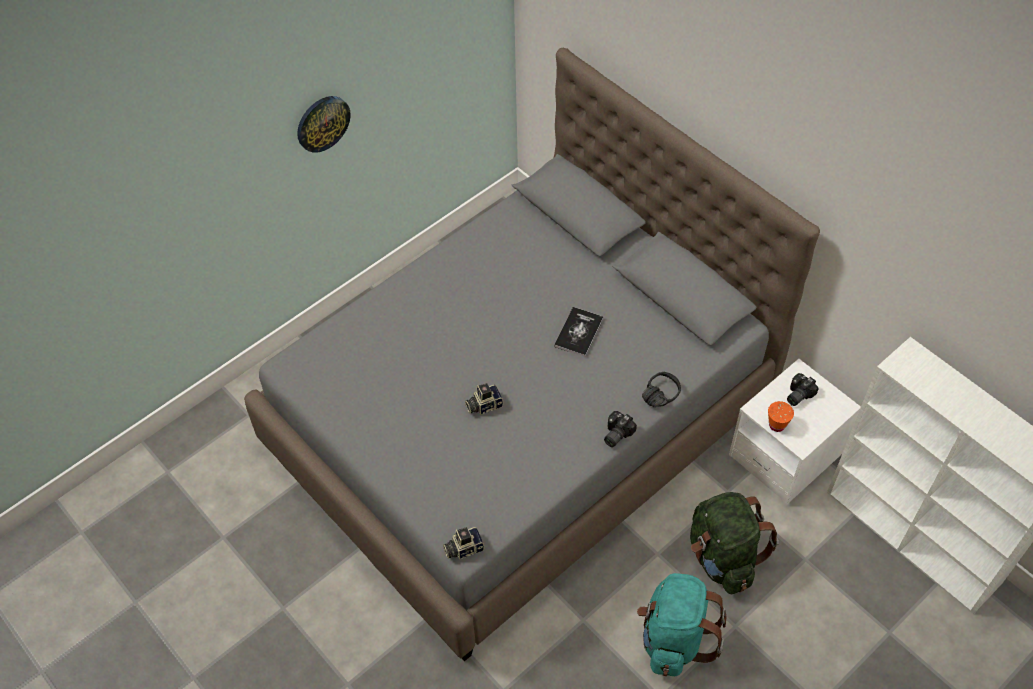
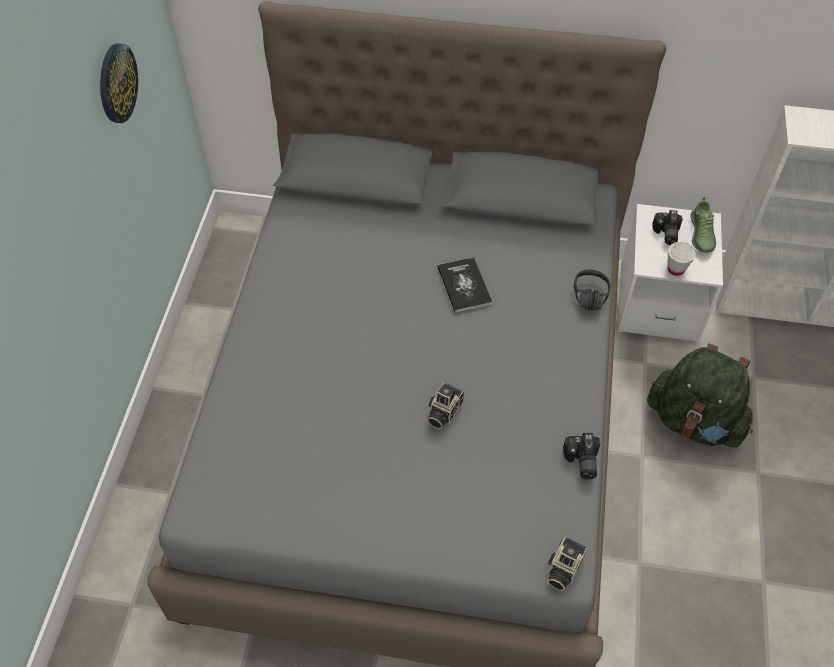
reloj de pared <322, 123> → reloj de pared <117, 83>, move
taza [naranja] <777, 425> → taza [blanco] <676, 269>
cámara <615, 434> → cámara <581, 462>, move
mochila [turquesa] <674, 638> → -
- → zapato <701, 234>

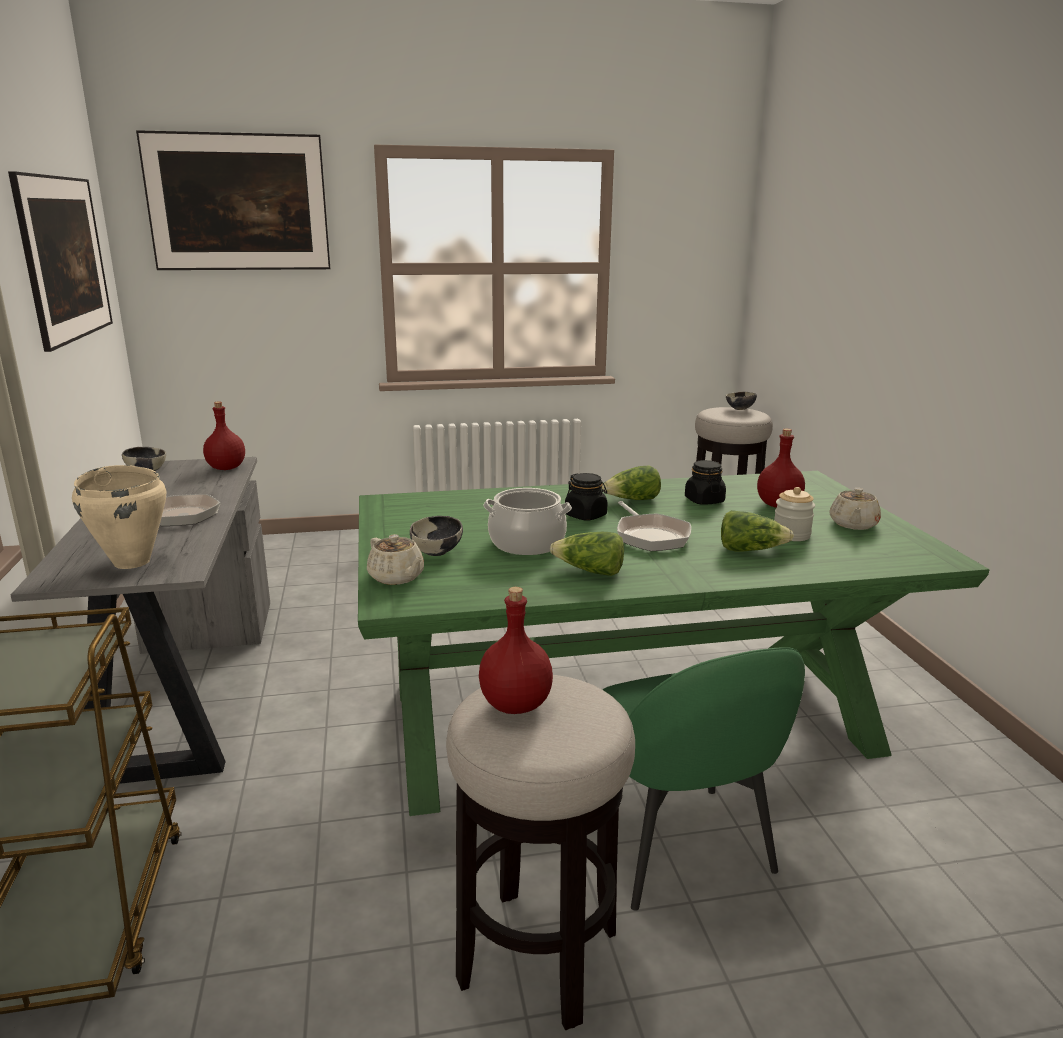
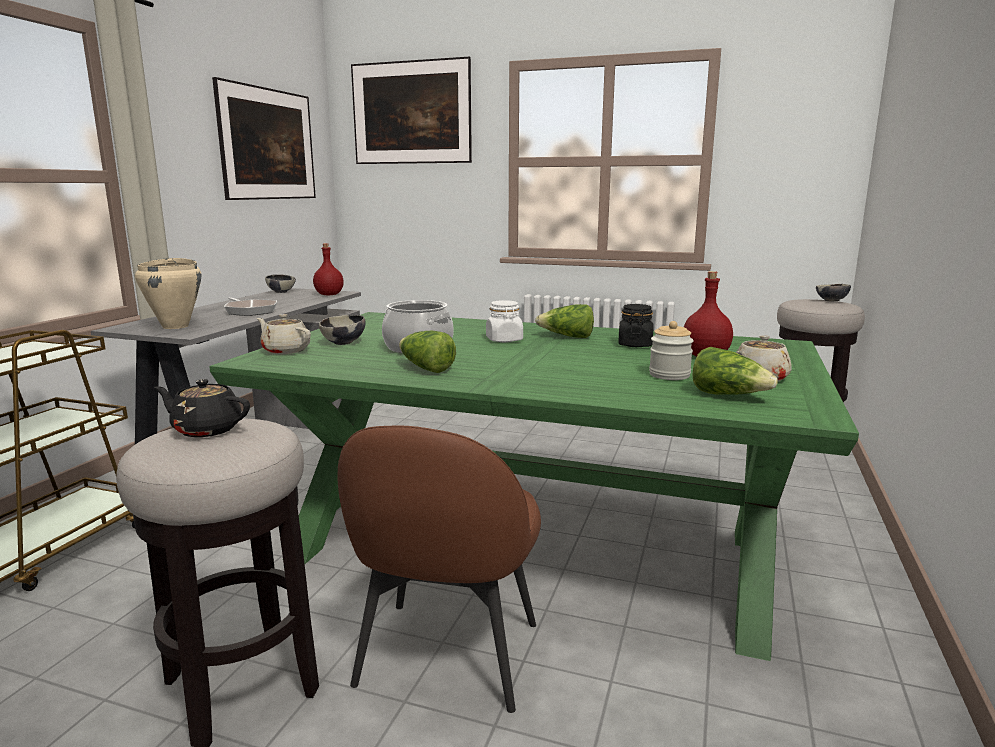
tarro [negro] <586, 515> → tarro [blanco] <504, 340>
sartén <650, 536> → -
lechuga <750, 550> → lechuga <728, 395>, move
tetera [beis] <397, 577> → tetera [beis] <285, 350>, 135 degrees clockwise
botella [rojo] <515, 704> → tetera [negro] <206, 429>
silla [verde] <679, 849> → silla [marrón] <447, 657>

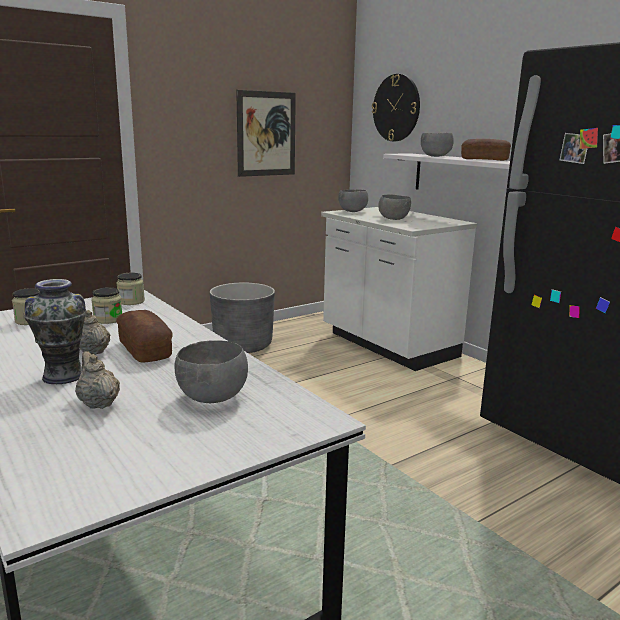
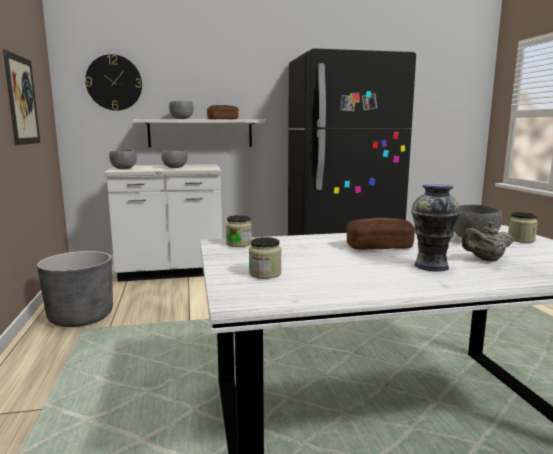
tarro <108, 319> → tarro <521, 240>, move
tetera [beis] <93, 351> → -

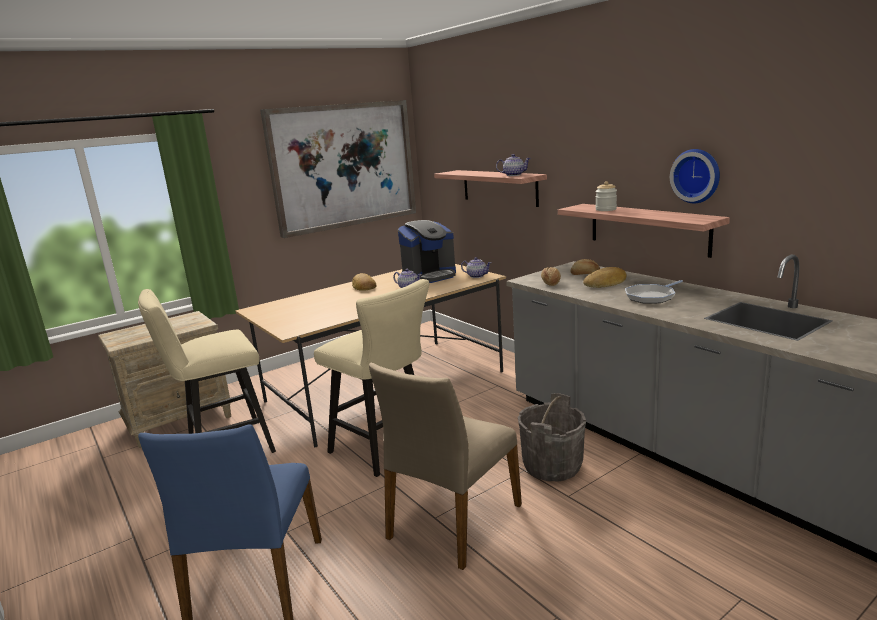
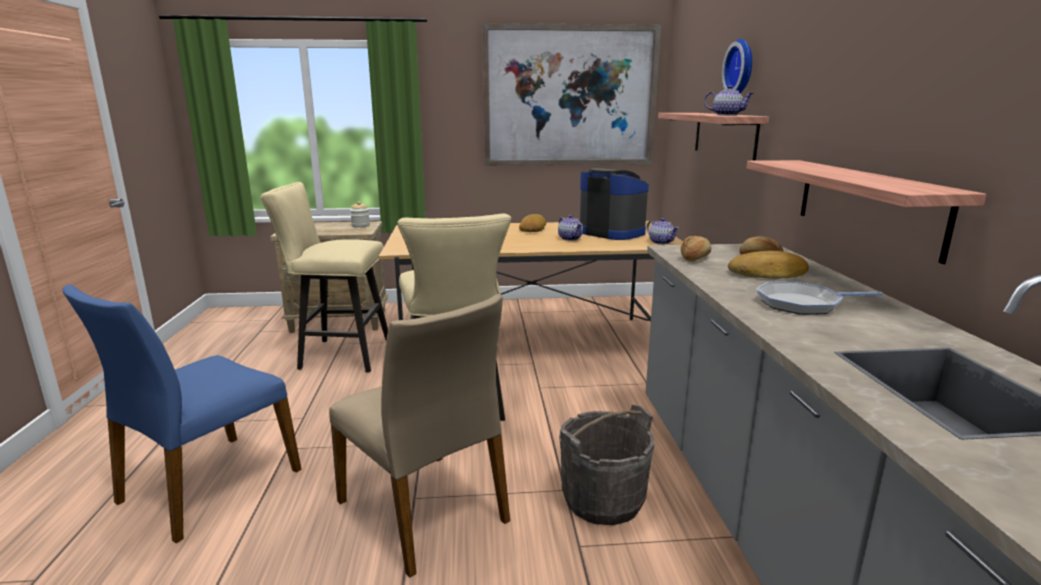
reloj de pared <697, 175> → reloj de pared <741, 68>, move
tarro <606, 209> → tarro <360, 225>, move
cafetera <430, 276> → cafetera <612, 232>, 135 degrees counterclockwise
silla [beis] <452, 521> → silla [beis] <425, 510>, 105 degrees counterclockwise

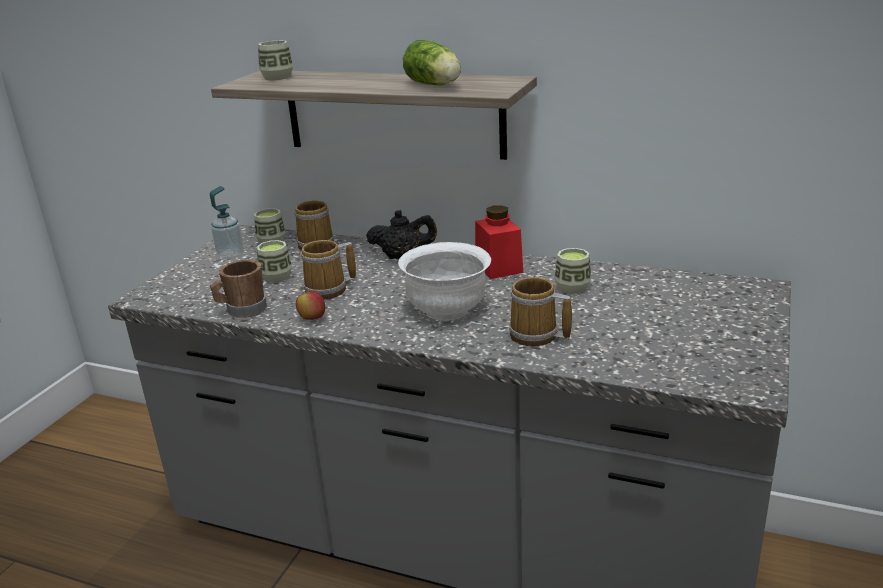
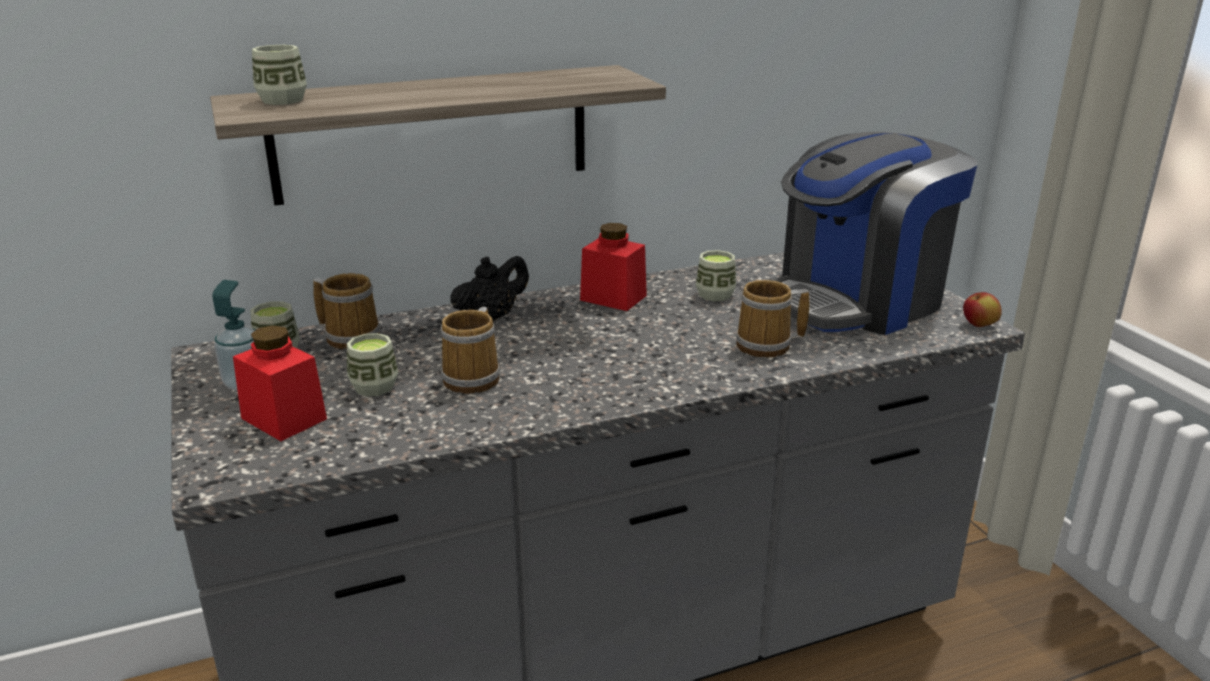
lechuga <435, 85> → -
cuenco [blanco] <447, 311> → -
taza grande [marrón] <242, 310> → -
manzana <312, 319> → manzana <979, 325>, move
- → cafetera <857, 300>
- → tarro [rojo] <284, 418>

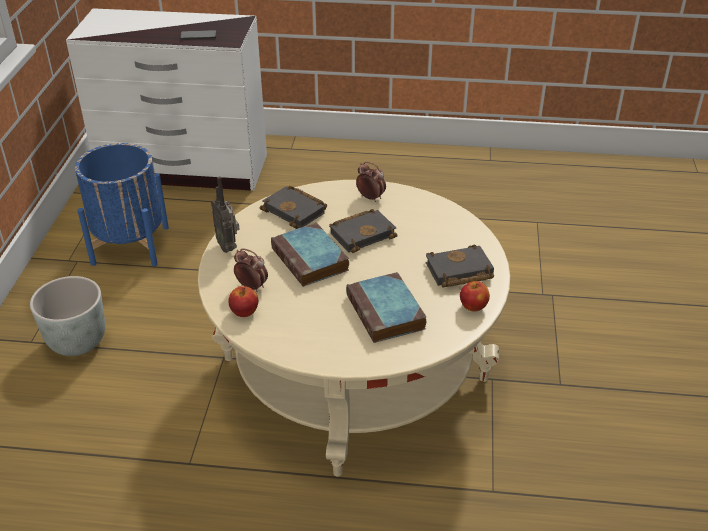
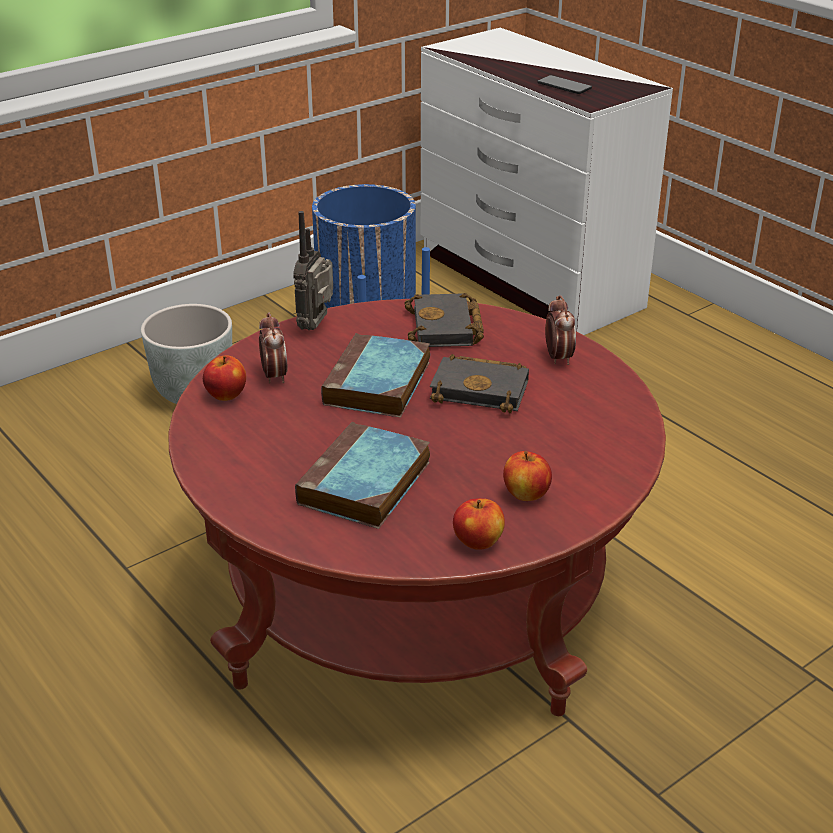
mesa de centro [beis] <354, 368> → mesa de centro [rojo] <416, 590>
libro [negro] <458, 272> → manzana <526, 494>

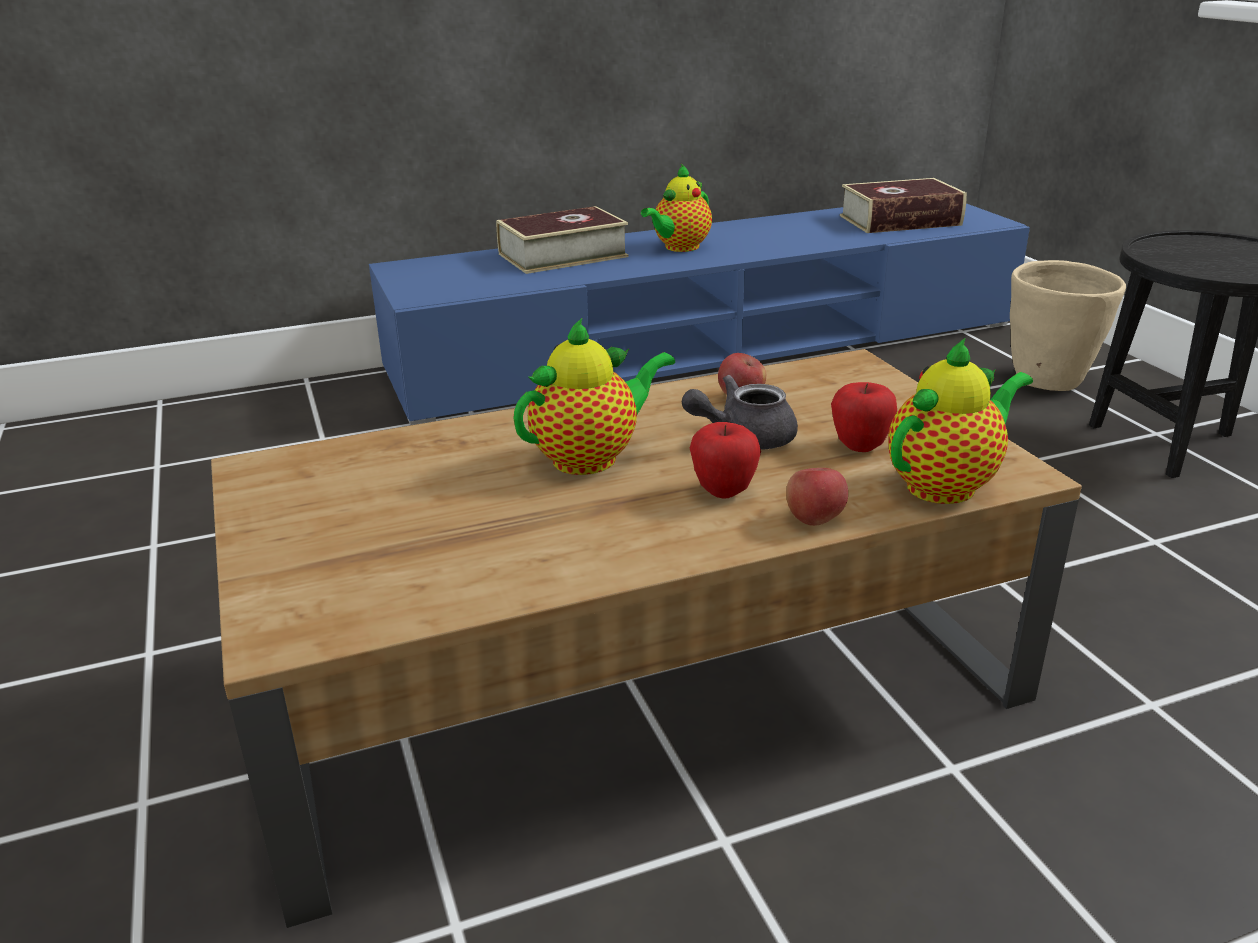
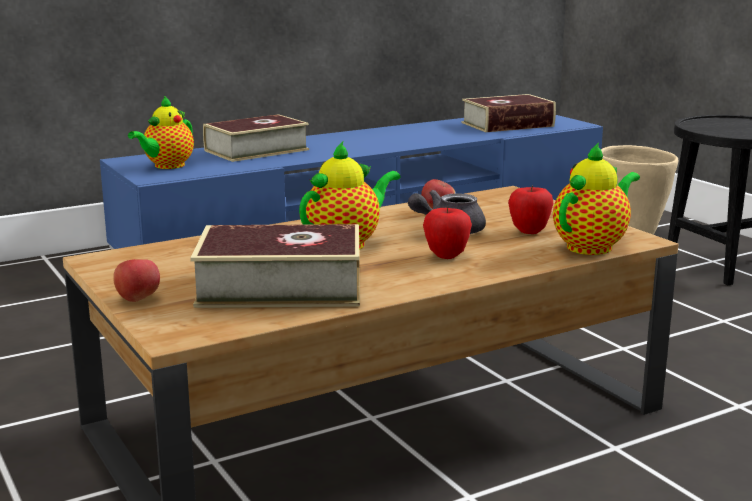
tetera <679, 248> → tetera <167, 166>, move
manzana <814, 519> → manzana <138, 299>, move
- → libro <280, 287>

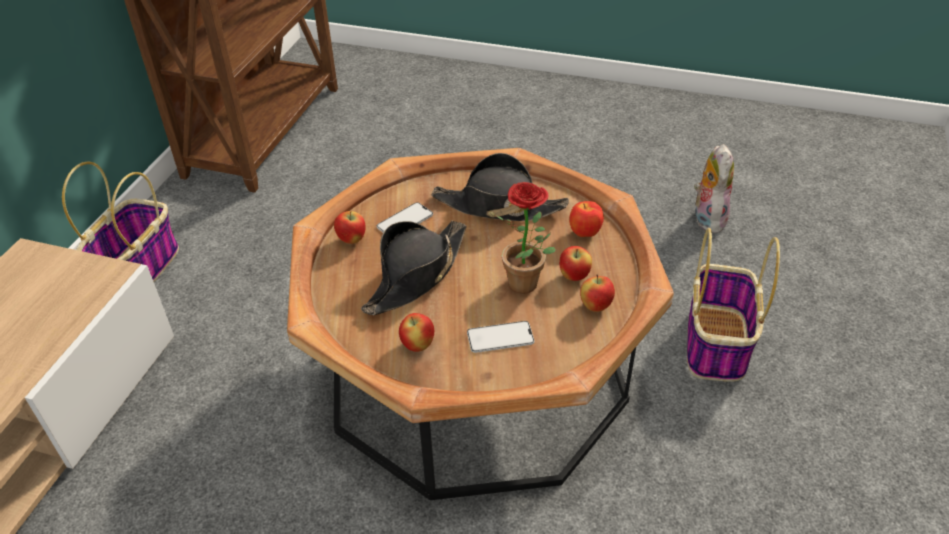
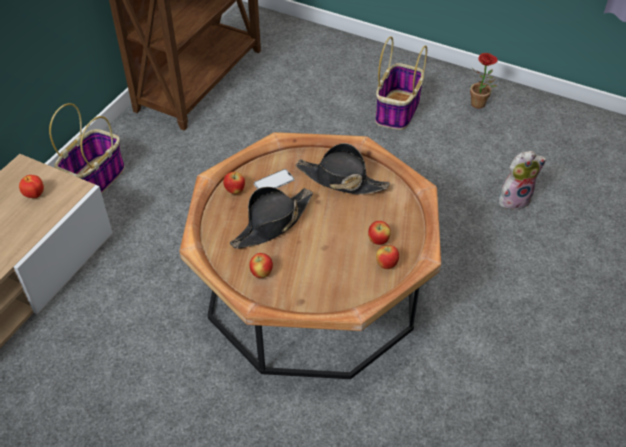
peluche <706, 218> → peluche <514, 199>, 60 degrees clockwise
planta en maceta <528, 286> → planta en maceta <480, 105>, move
manzana <584, 233> → manzana <34, 195>, move
cesta <717, 344> → cesta <397, 111>, move
móvil <500, 337> → -

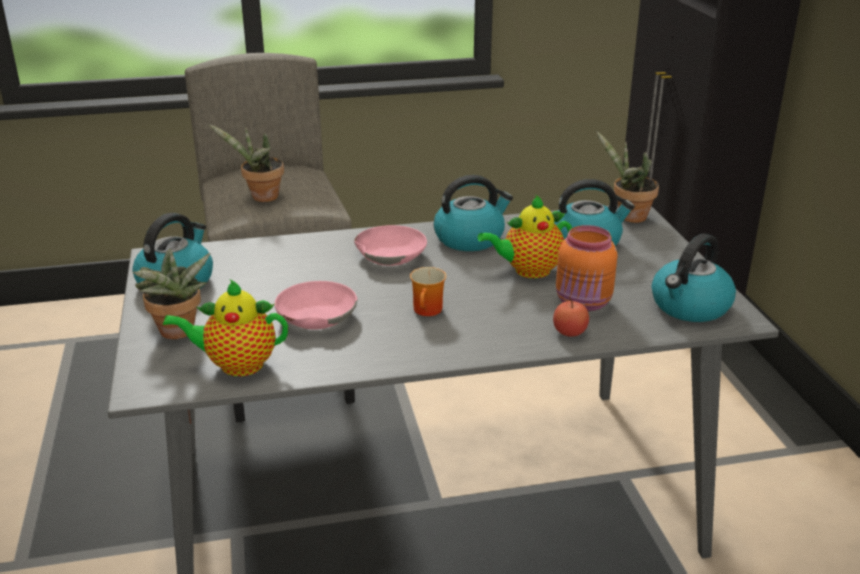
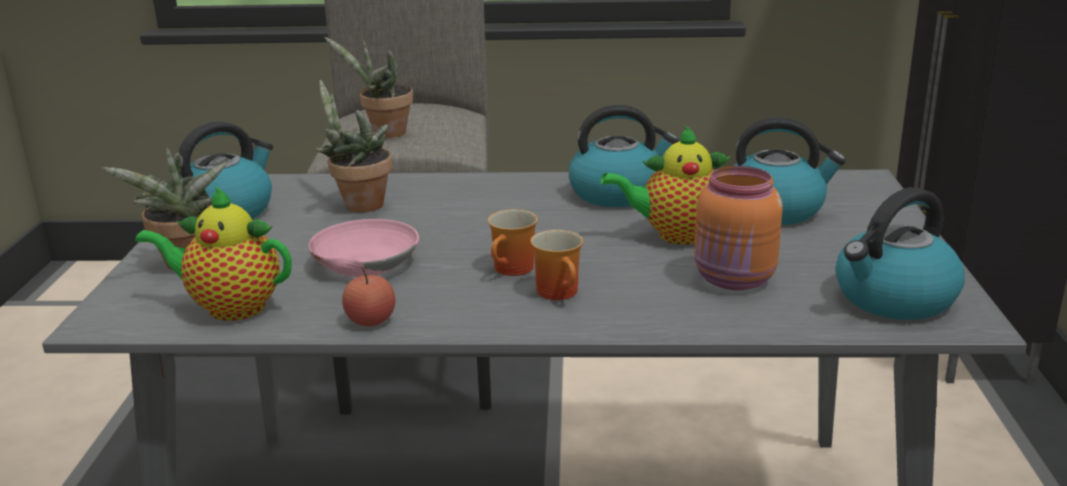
planta en maceta <628, 216> → planta en maceta <358, 204>, move
cuenco [rosa] <390, 255> → -
manzana <569, 332> → manzana <370, 321>, move
- → taza grande <562, 292>

